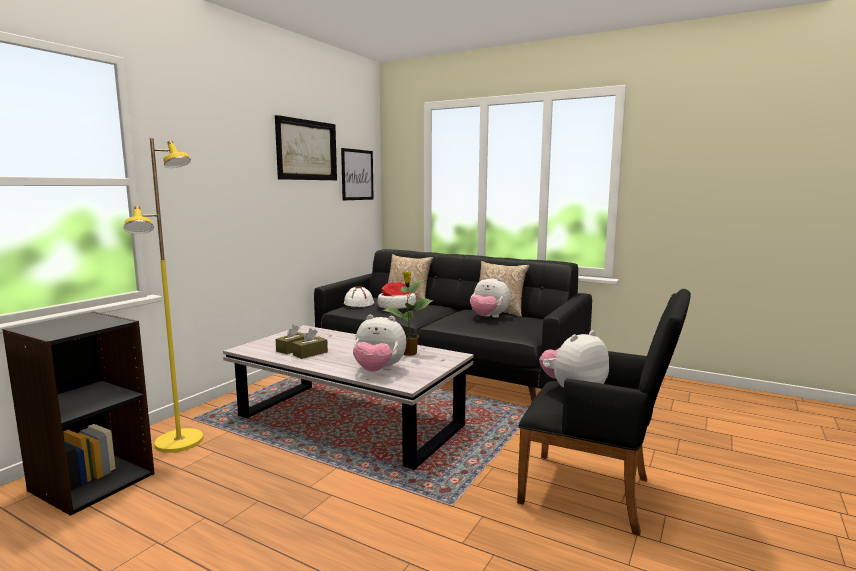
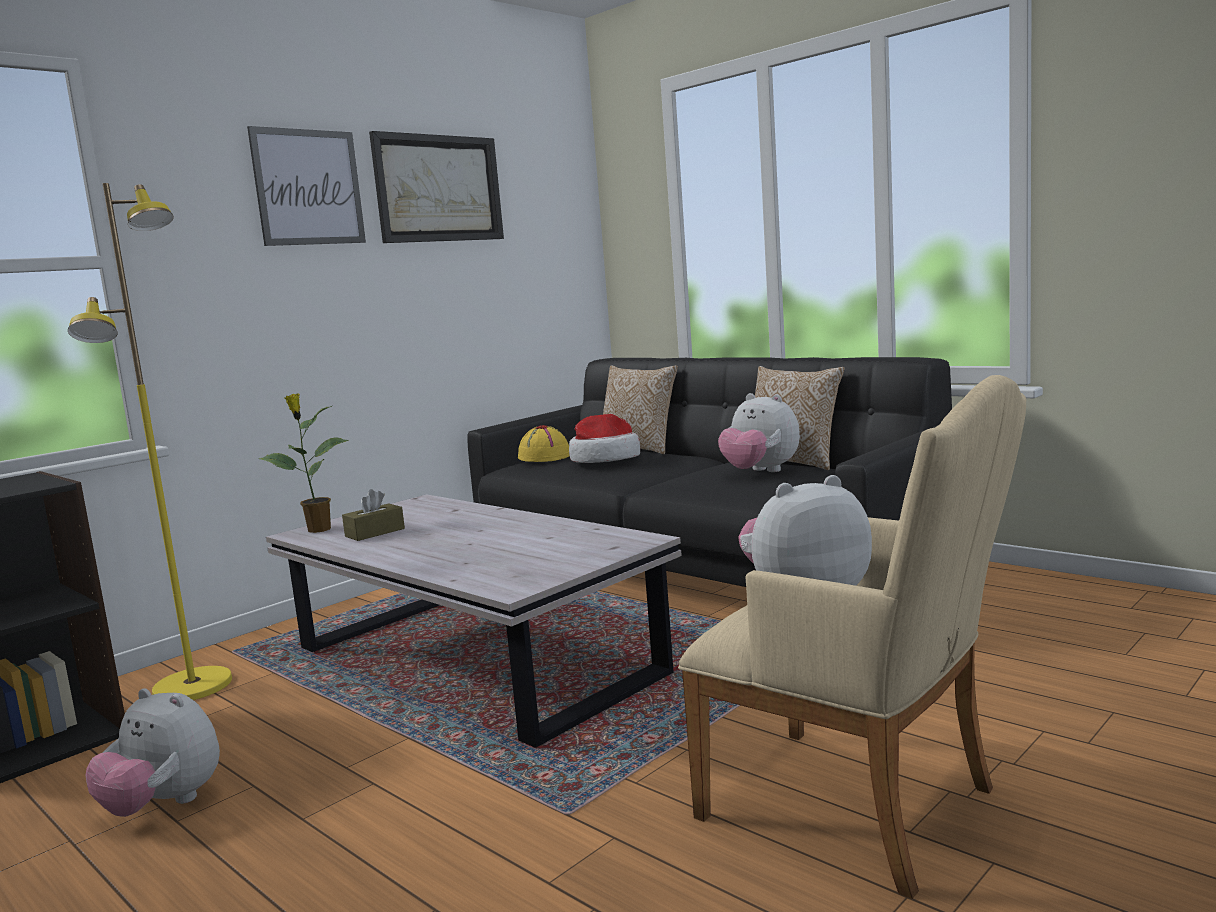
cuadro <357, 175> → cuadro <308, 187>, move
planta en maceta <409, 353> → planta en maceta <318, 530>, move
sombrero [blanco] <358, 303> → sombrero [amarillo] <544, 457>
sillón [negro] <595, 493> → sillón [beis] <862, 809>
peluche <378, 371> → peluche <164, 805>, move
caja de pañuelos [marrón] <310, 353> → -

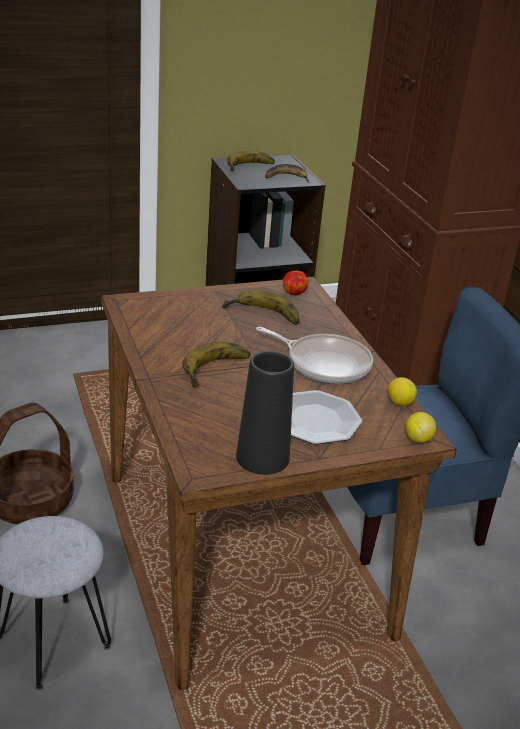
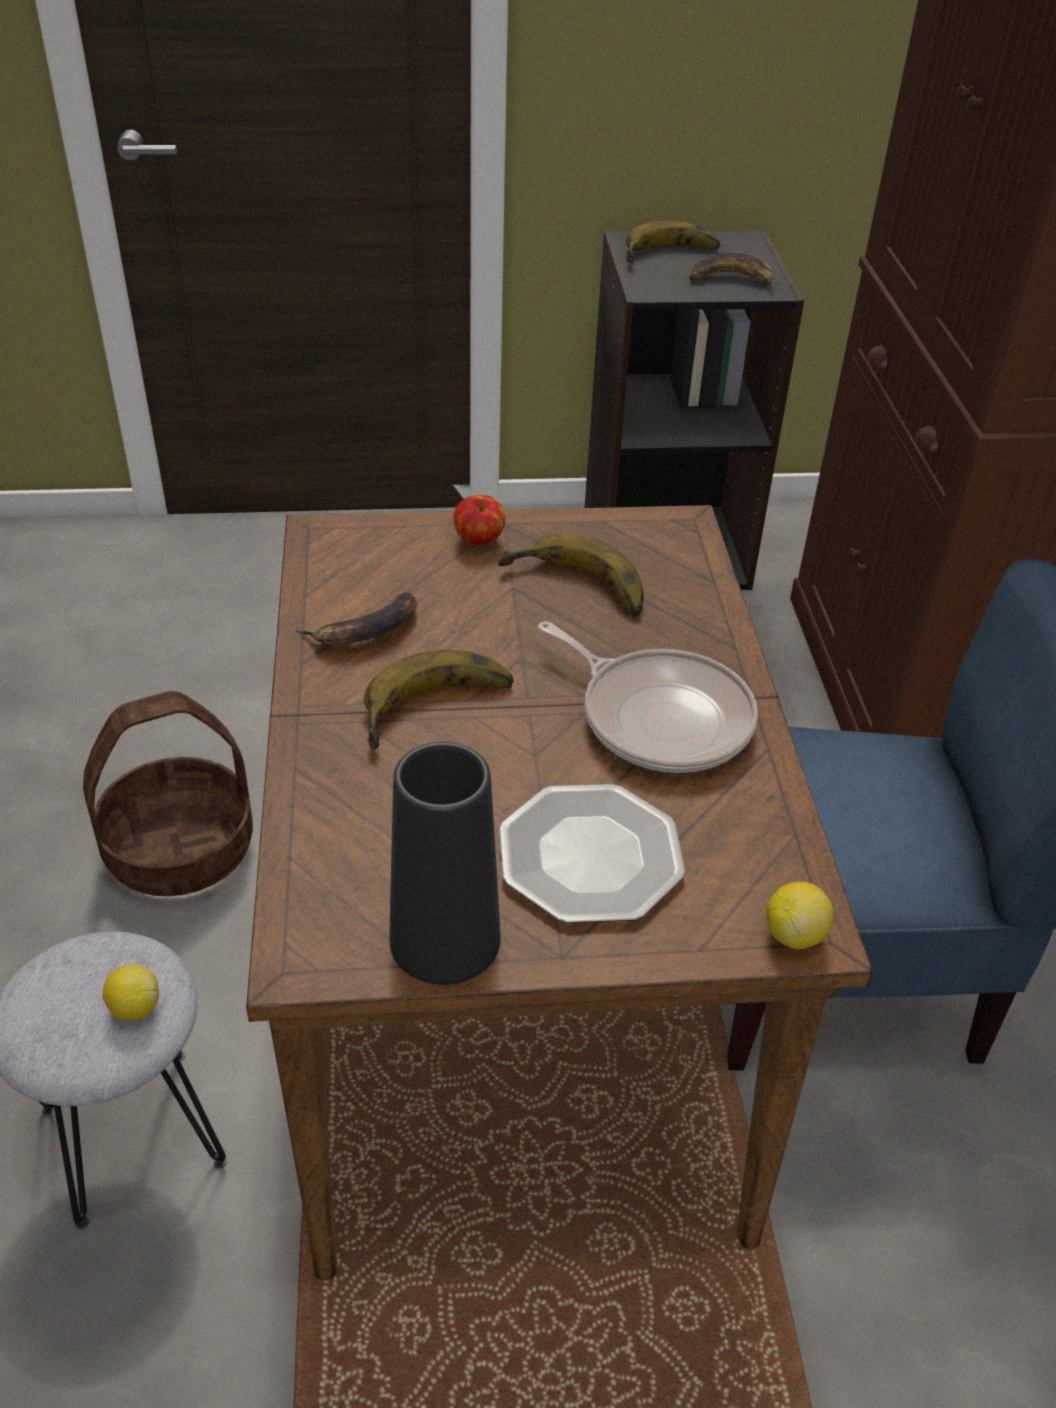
manzana <294, 293> → manzana <479, 540>, move
limón <399, 403> → limón <135, 1008>, move
- → plátano <366, 630>

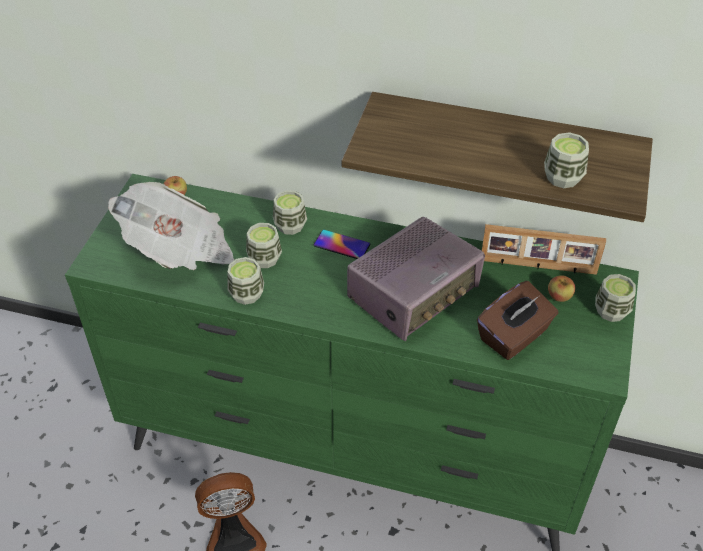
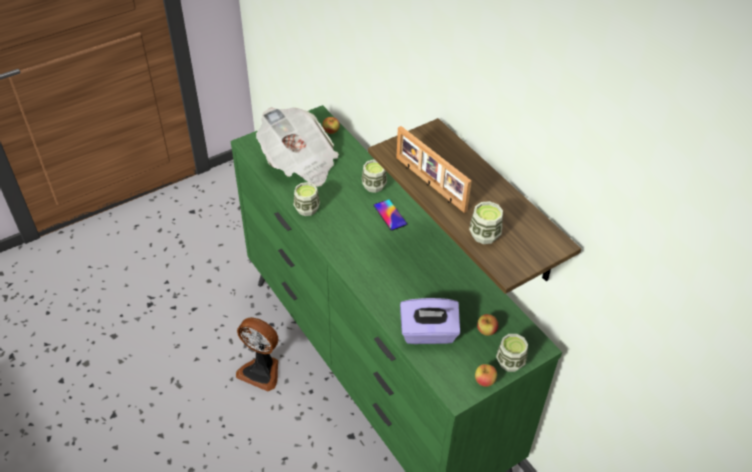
radio <414, 294> → -
taza <264, 258> → -
portarretratos <538, 267> → portarretratos <429, 184>, move
caja de pañuelos [marrón] <514, 336> → caja de pañuelos [morado] <428, 333>
- → manzana <484, 381>

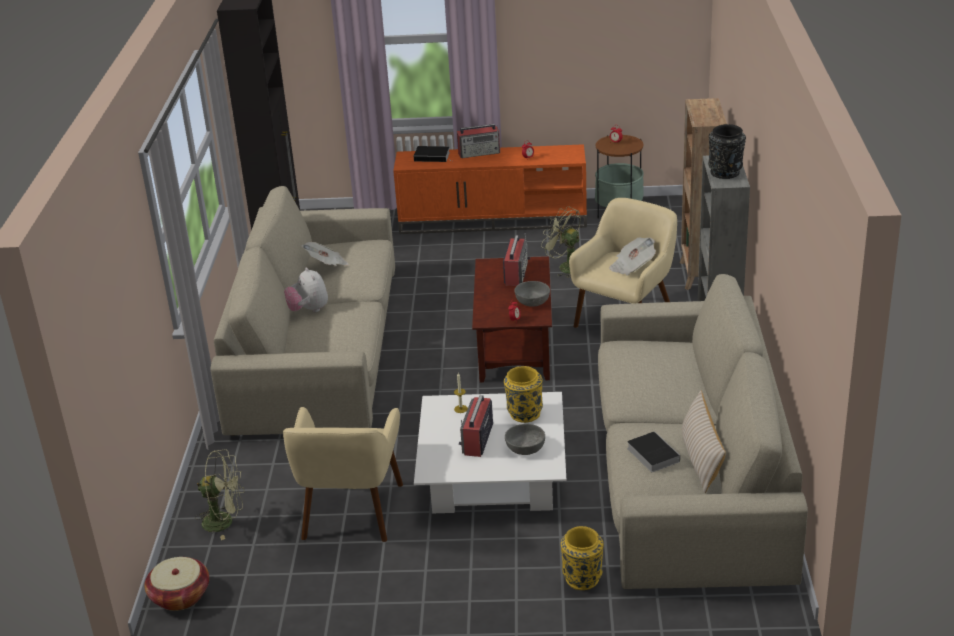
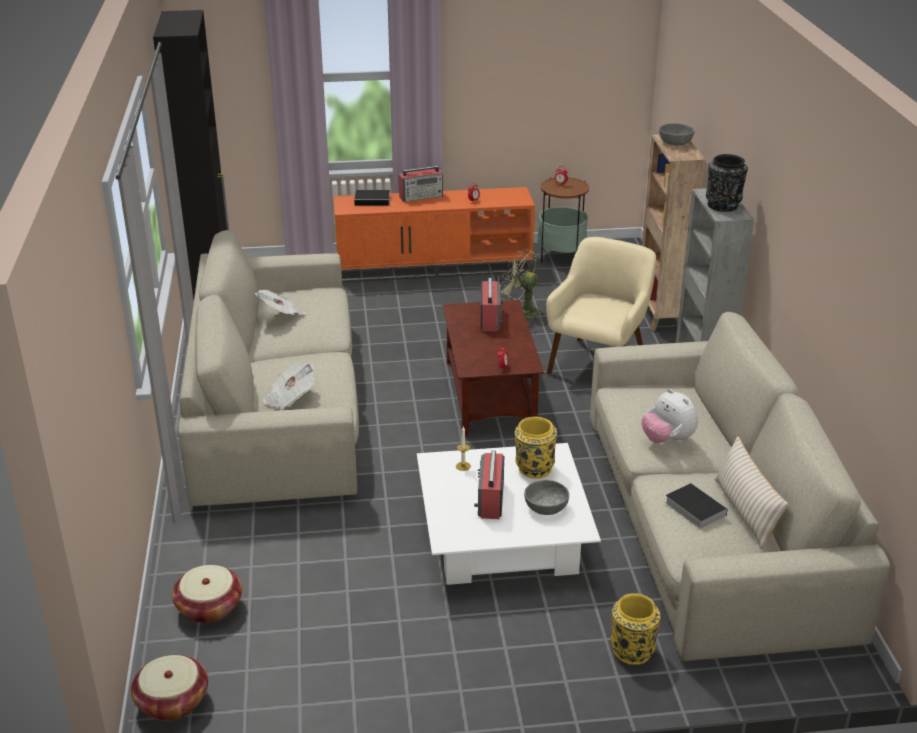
periódico <632, 267> → periódico <289, 398>, move
peluche <308, 310> → peluche <667, 440>, move
cuenco [gris] <532, 301> → cuenco [gris] <675, 142>, move
sillón [beis] <351, 513> → -
ventilador [verde] <225, 521> → cesta <209, 607>

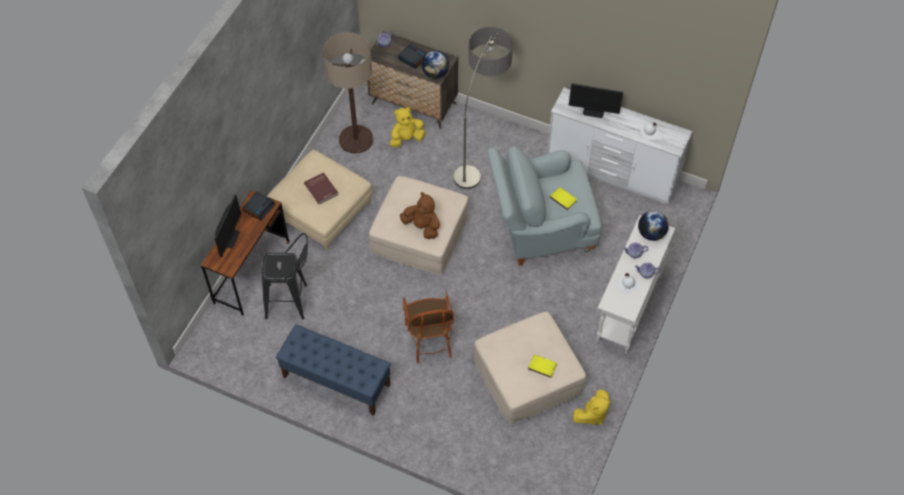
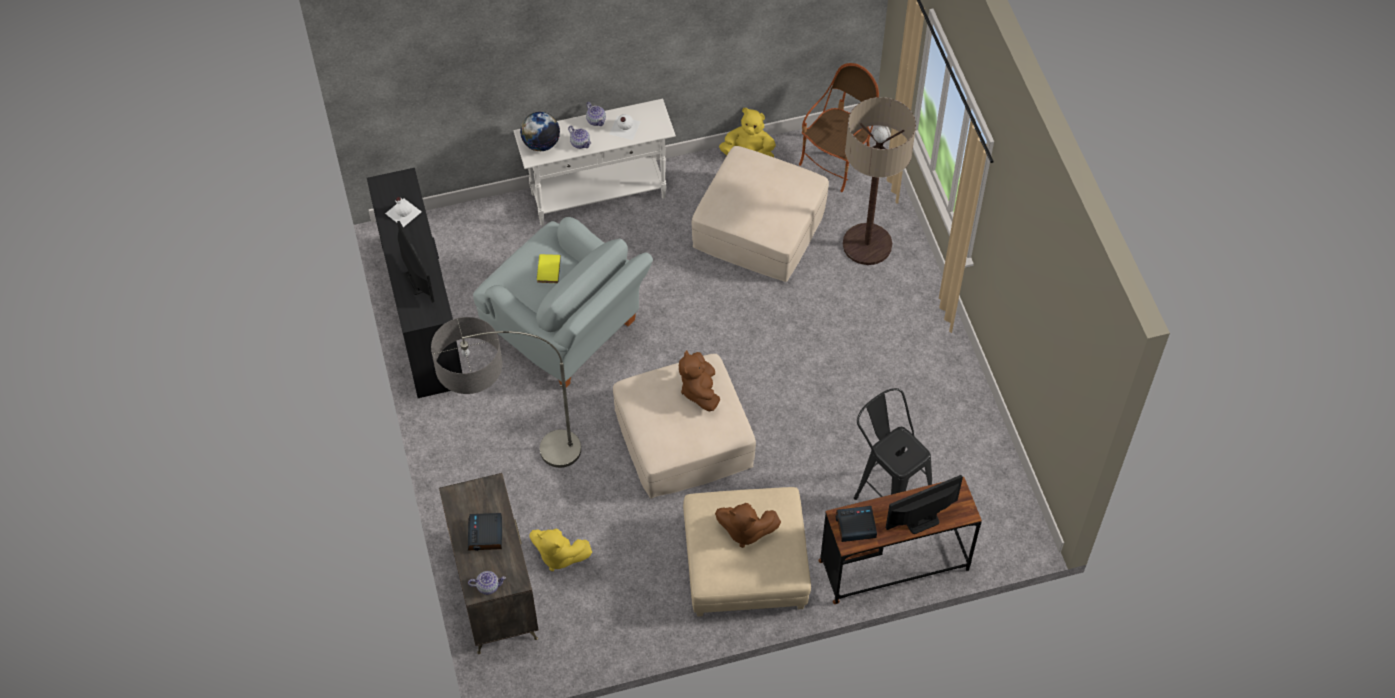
lámpara de pie <356, 139> → lámpara de pie <867, 245>, move
globo terráqueo <435, 73> → -
cómoda [blanco] <612, 172> → cómoda [negro] <423, 315>
libro [rojo] <321, 189> → peluche [marrón] <745, 531>
sillón <429, 339> → sillón <837, 162>, move
banco [azul] <336, 381> → -
libro [amarillo] <542, 366> → -

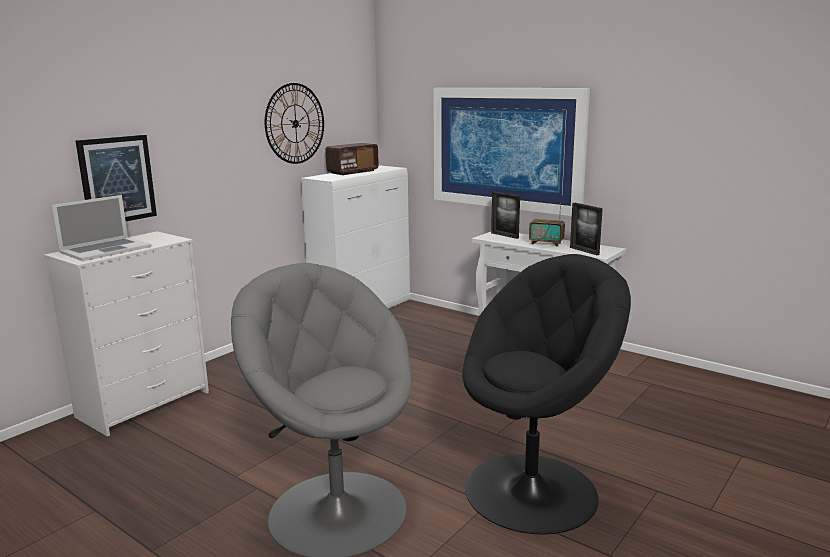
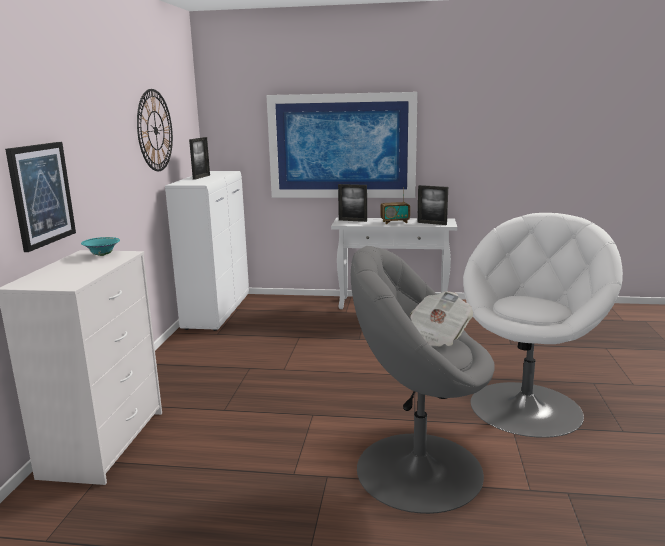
radio <352, 172> → portarretratos <201, 177>
portátil <105, 249> → -
sillón [negro] <533, 491> → sillón [blanco] <526, 407>
- → cuenco [turquesa] <102, 255>
- → periódico <437, 336>

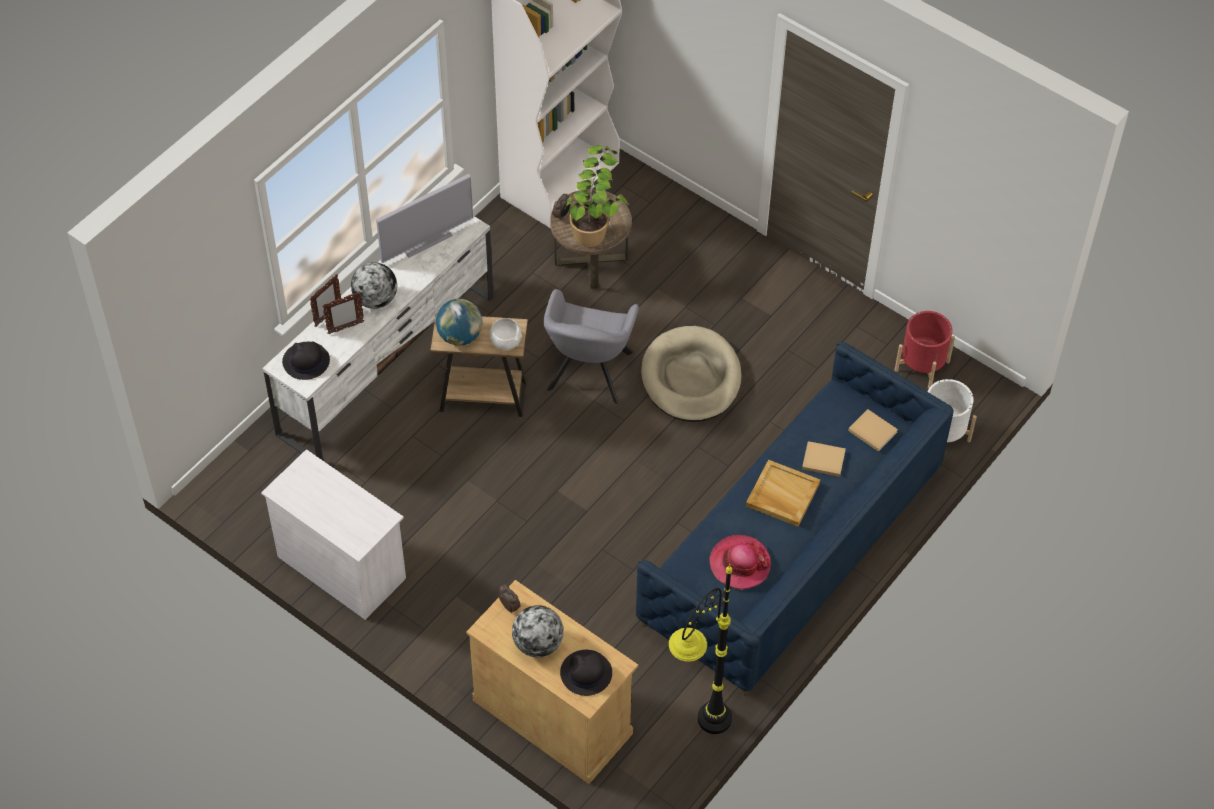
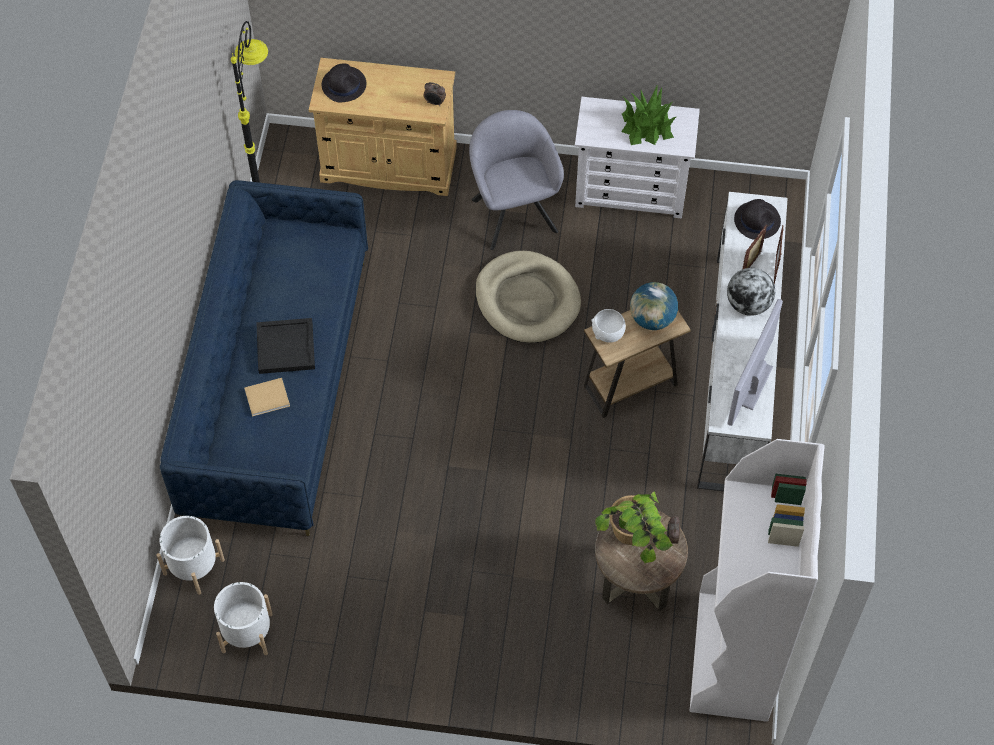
sillón [gris] <588, 375> → sillón [gris] <513, 211>, move
maceta [rojo] <922, 366> → maceta [blanco] <247, 632>
cama para perro [beis] <691, 378> → cama para perro [beis] <527, 300>, move
libro [beis] <871, 430> → -
bandeja [beis] <782, 495> → bandeja [negro] <286, 347>
sombrero <740, 563> → -
globo terráqueo <538, 644> → -
- → planta en maceta <646, 126>

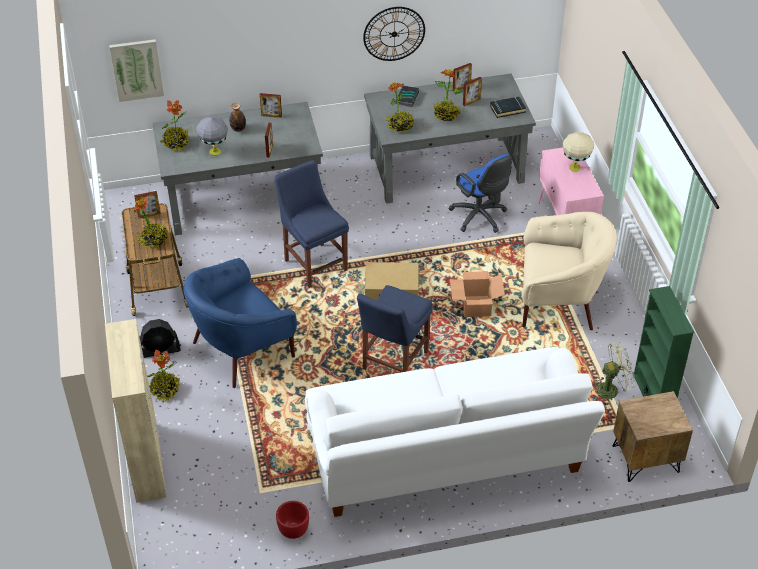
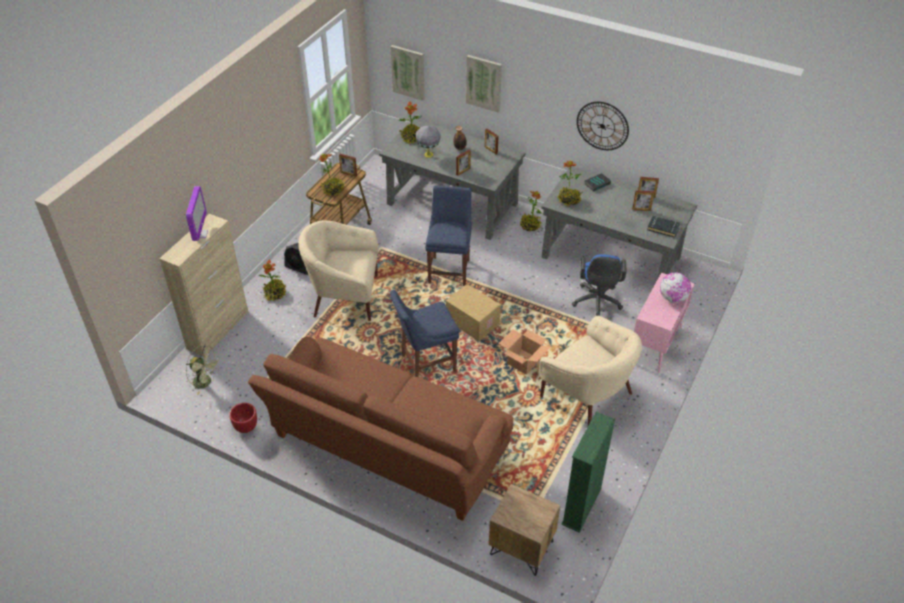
planta en maceta <446, 115> → planta en maceta <530, 226>, move
lámpara de mesa [beis] <575, 167> → globo terráqueo <673, 298>
sillón [azul] <242, 349> → sillón [beis] <345, 296>
ventilador [verde] <611, 389> → ventilador [verde] <206, 382>, move
sofá [blanco] <447, 459> → sofá [marrón] <386, 449>
- → cuadro <484, 83>
- → monitor <200, 234>

